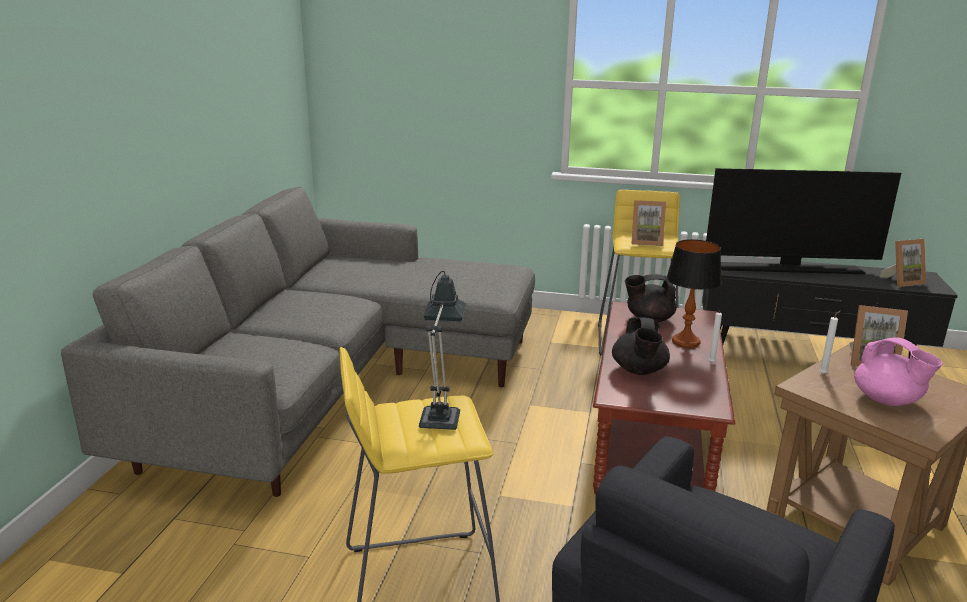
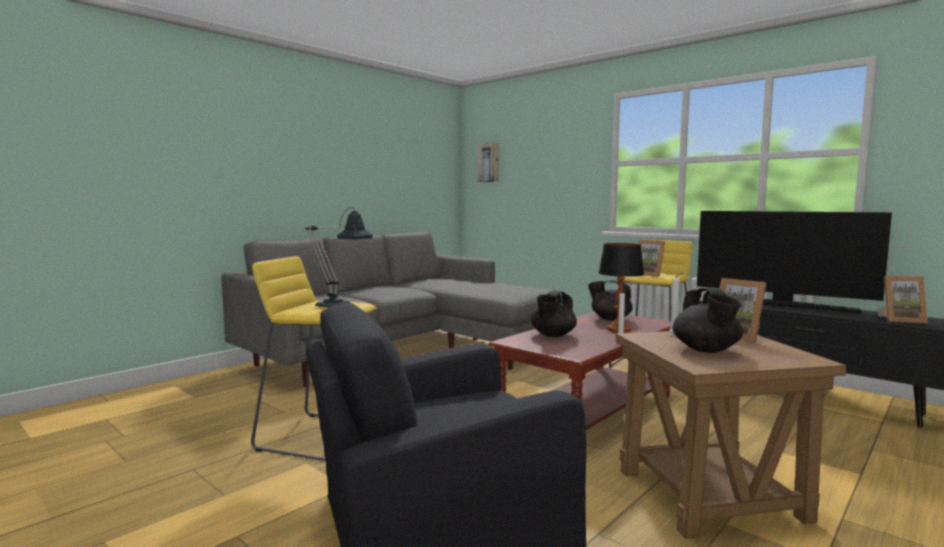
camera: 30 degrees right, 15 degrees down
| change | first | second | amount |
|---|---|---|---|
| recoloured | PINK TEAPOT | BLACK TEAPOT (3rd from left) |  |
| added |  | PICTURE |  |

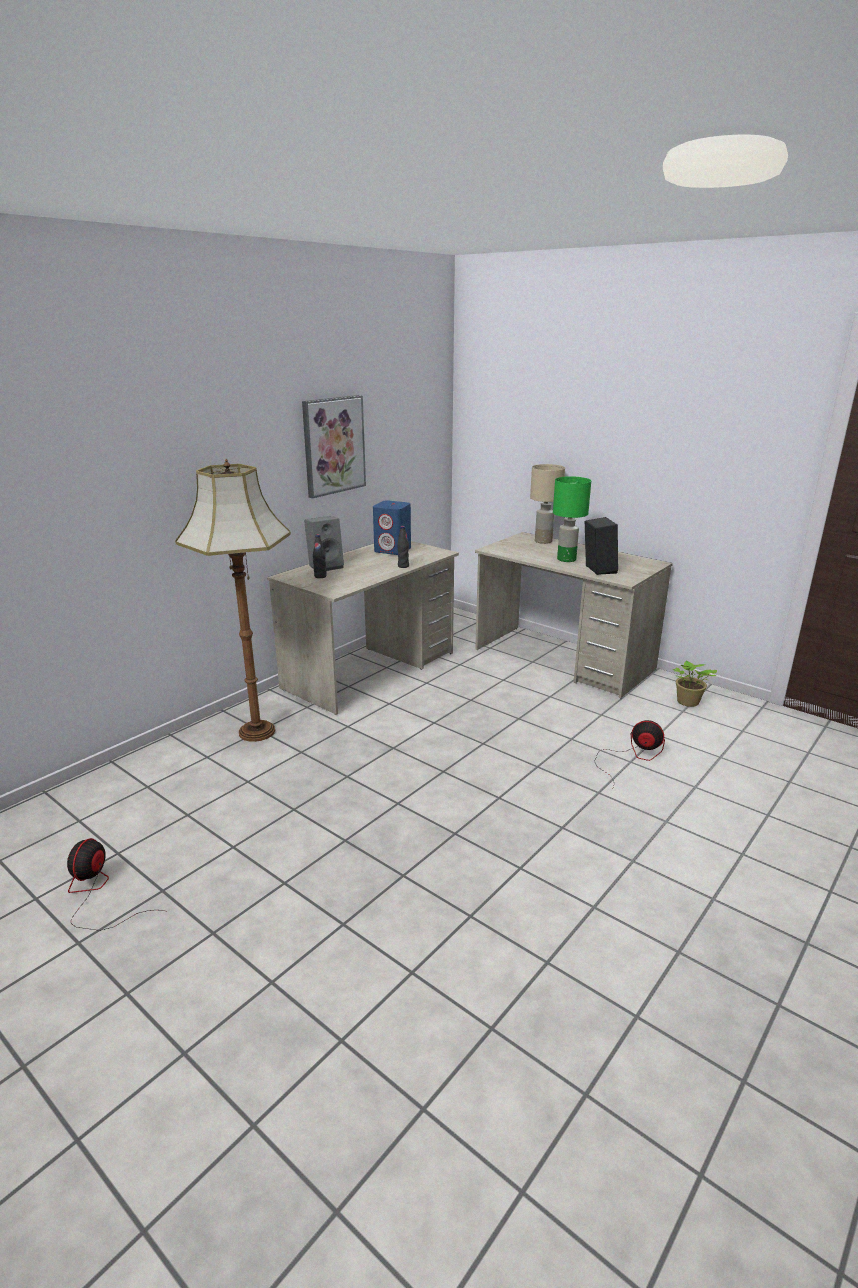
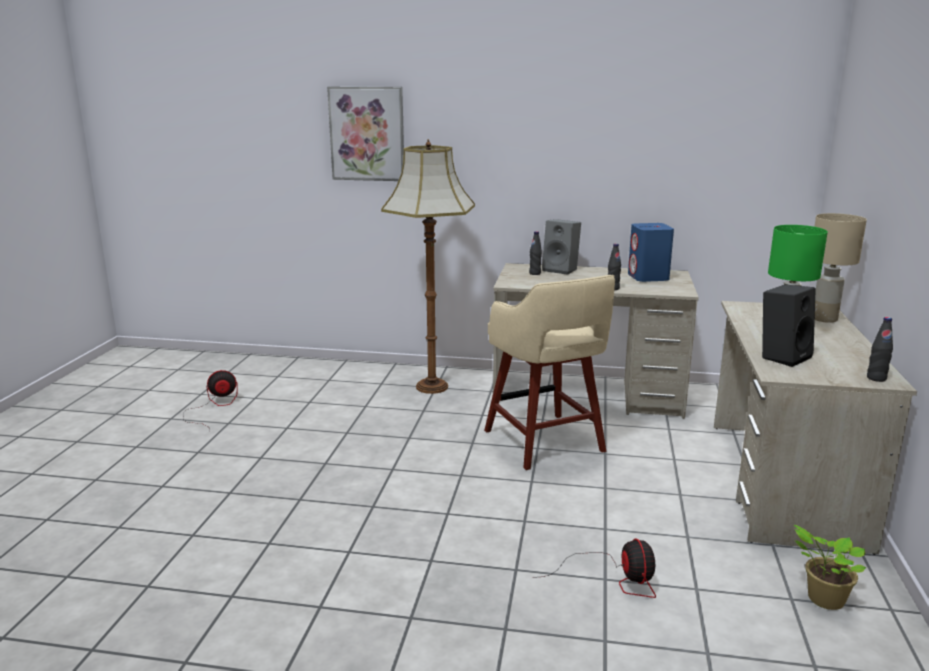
camera: 60 degrees right, 5 degrees down
| change | first | second | amount |
|---|---|---|---|
| moved | PICTURE |  |  |
| added |  | BEIGE STOOL |  |
| added |  | BLACK BOTTLE (3rd from left) |  |

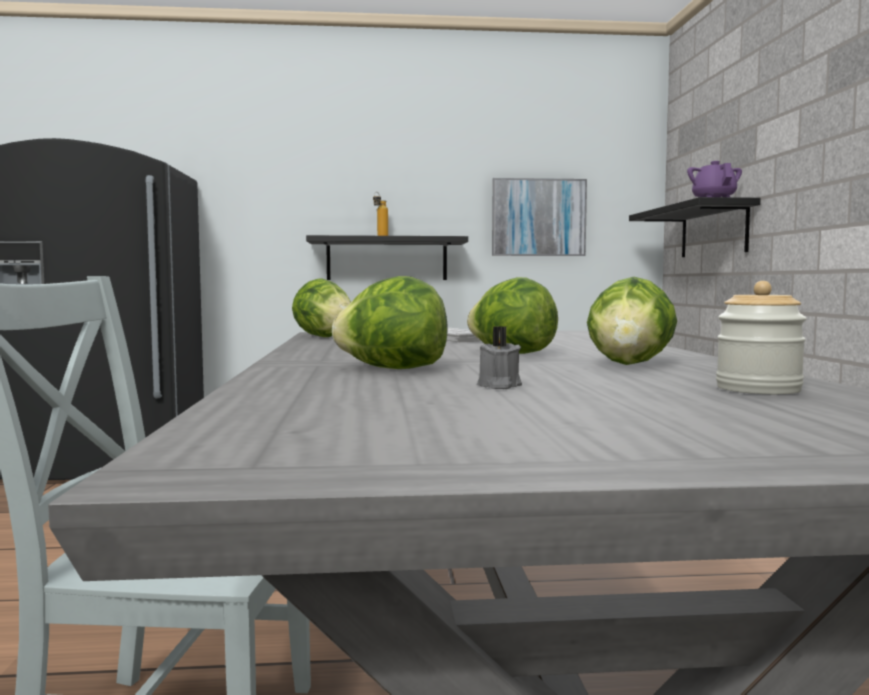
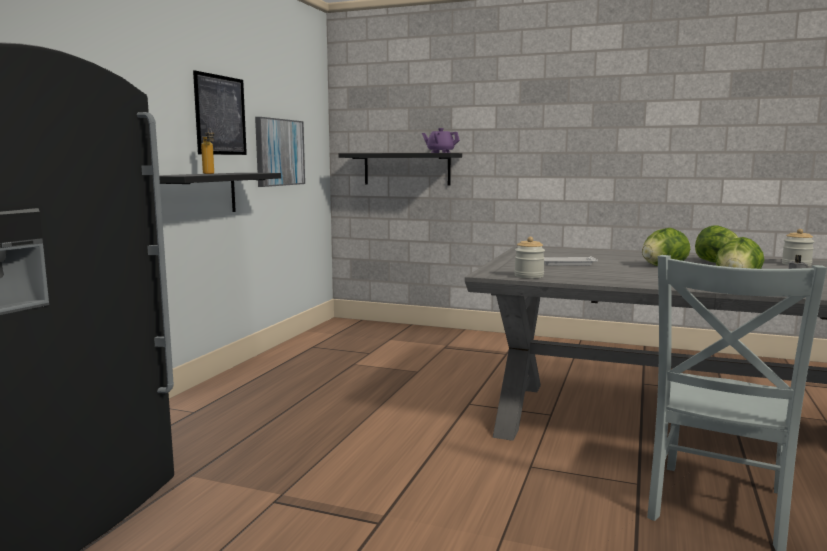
camera: 65 degrees left, 5 degrees up
| change | first | second | amount |
|---|---|---|---|
| replaced | LETTUCE (1st from left) | JAR (1st from left) |  |
| added |  | PICTURE (1st from left) |  |

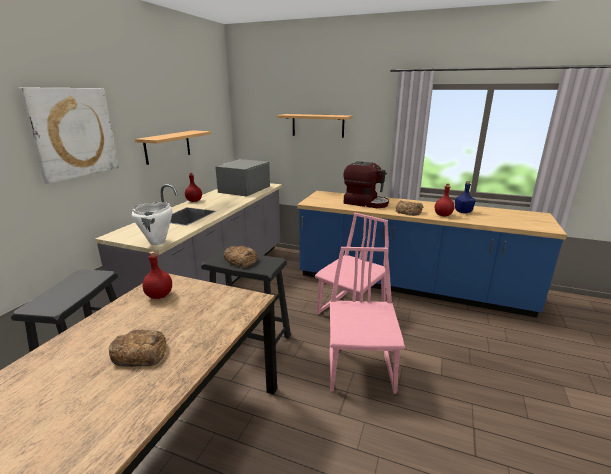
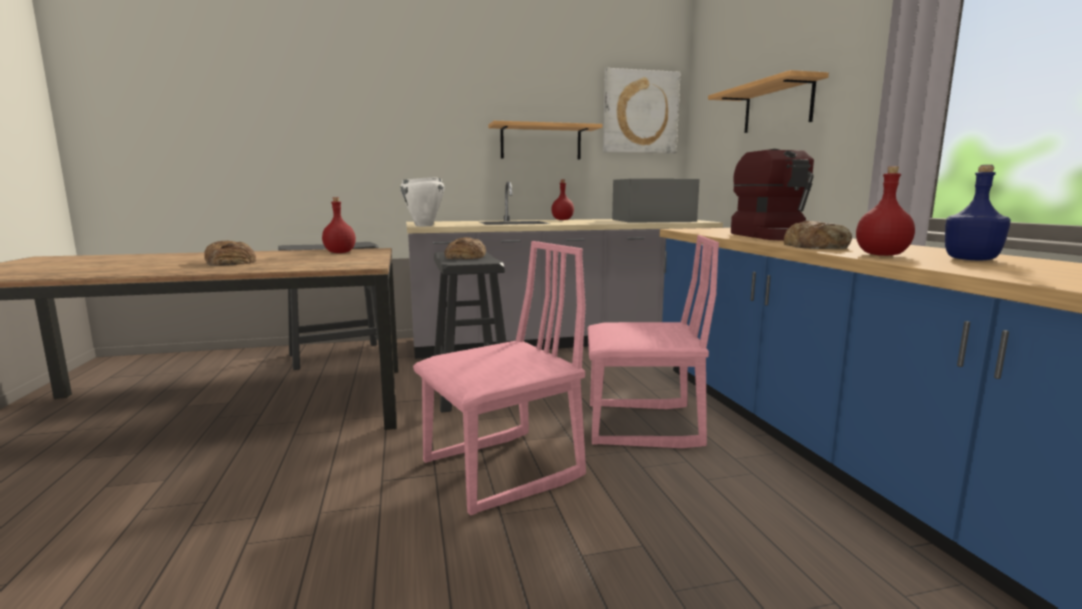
camera: 55 degrees right, 10 degrees down
| change | first | second | amount |
|---|---|---|---|
| moved | PICTURE |  |  |

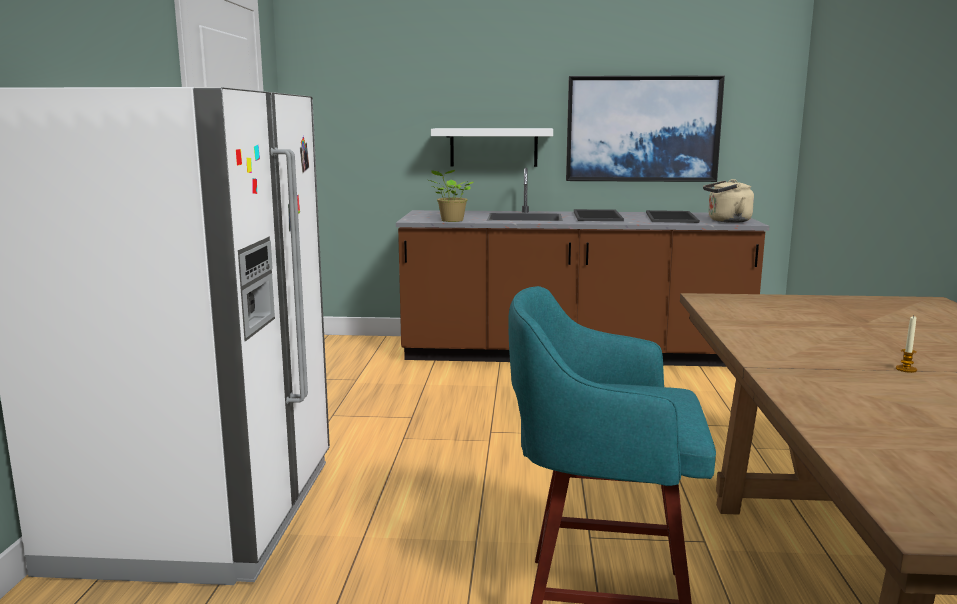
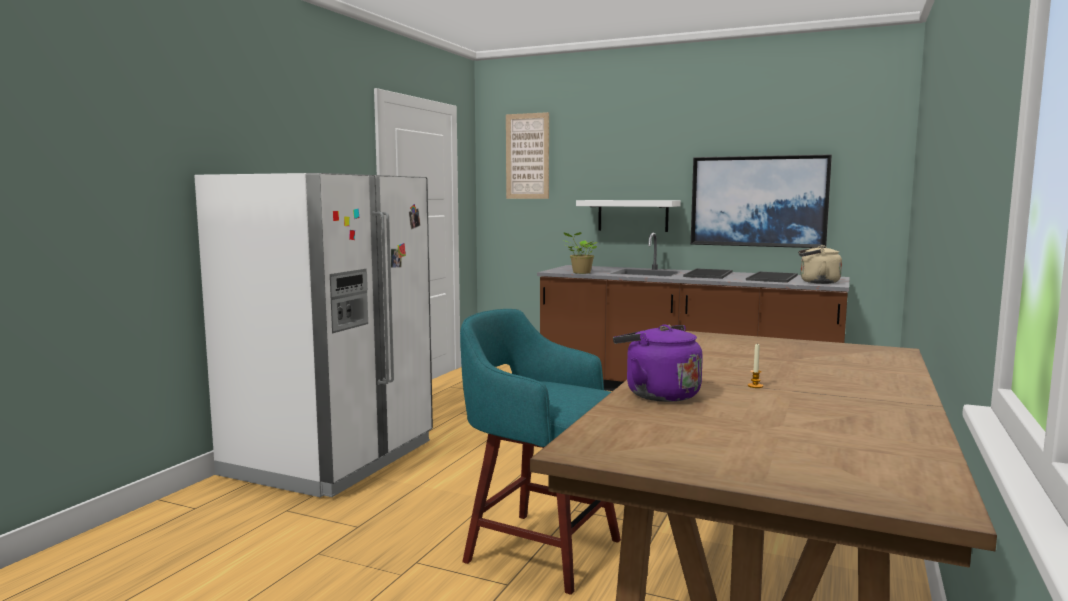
camera: 20 degrees right, 5 degrees down
| change | first | second | amount |
|---|---|---|---|
| added |  | PICTURE (1st from left) |  |
| added |  | PURPLE KETTLE |  |

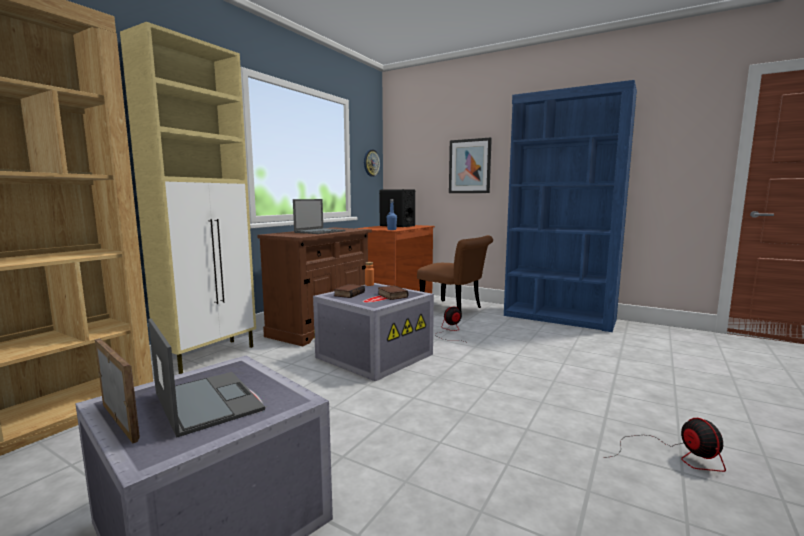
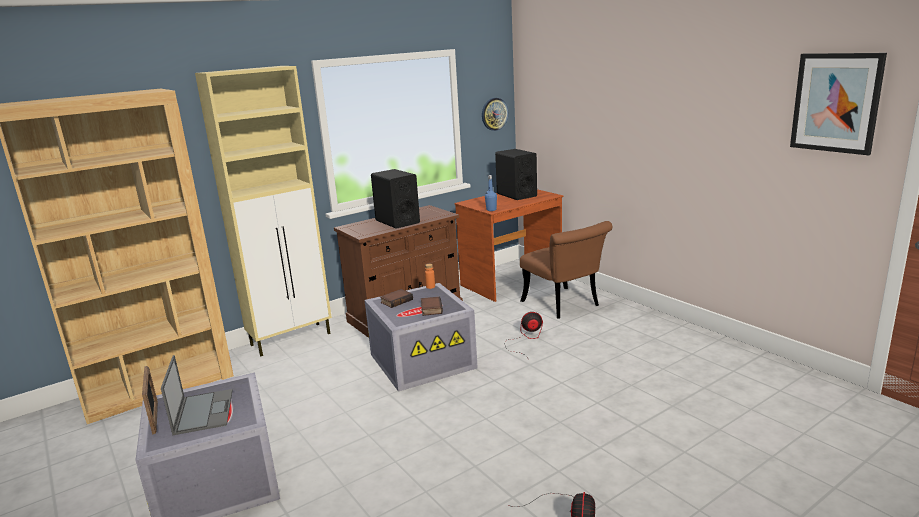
camera: 25 degrees right, 10 degrees up
| change | first | second | amount |
|---|---|---|---|
| replaced | LAPTOP (2nd from left) | BLACK SPEAKER (1st from left) |  |
| moved | PICTURE |  |  |
| removed | BLUE BOOKCASE |  |  |

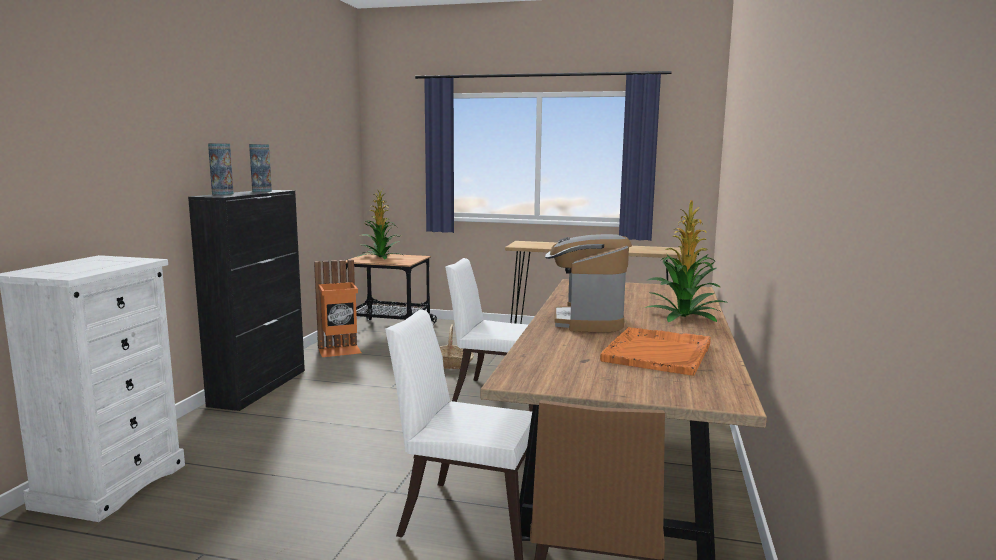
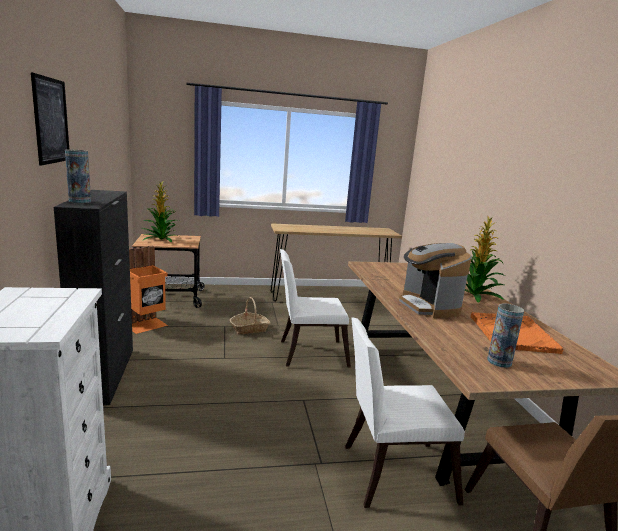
camera: 25 degrees left, 5 degrees up
| change | first | second | amount |
|---|---|---|---|
| moved | VASE (2nd from left) |  |  |
| added |  | PICTURE |  |

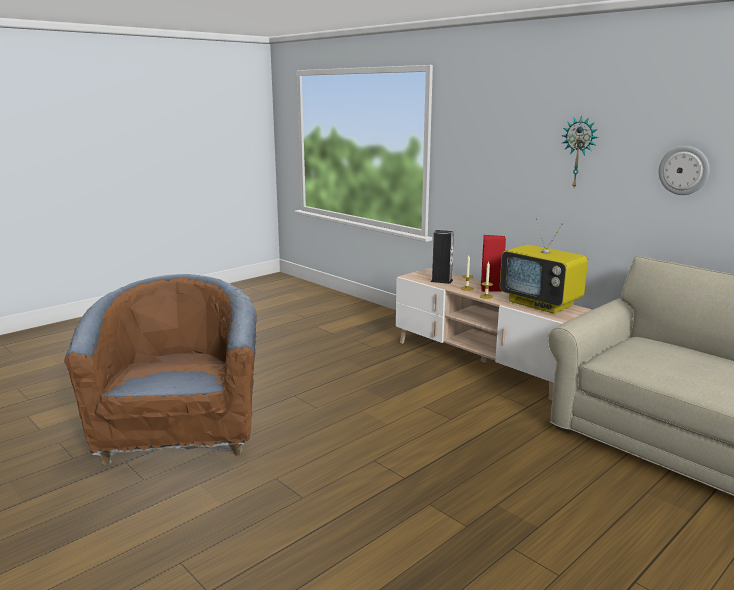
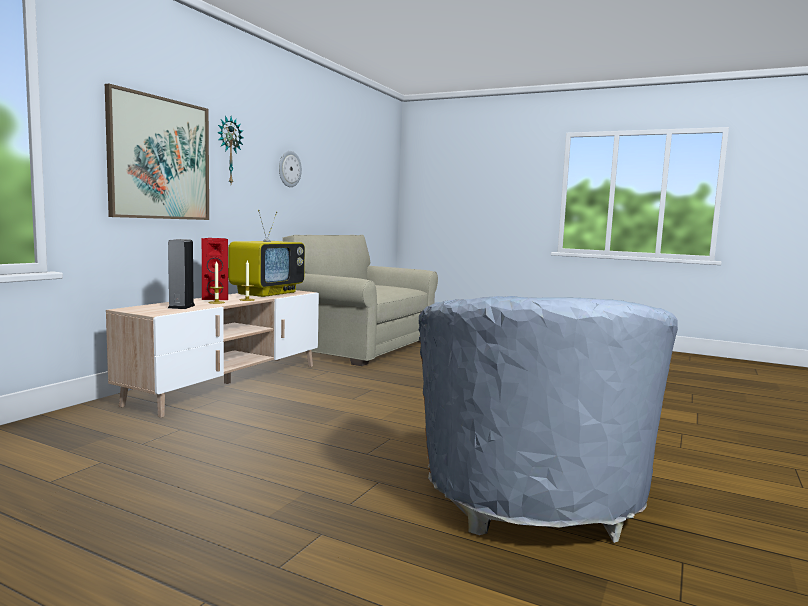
camera: 110 degrees left, 10 degrees down
| change | first | second | amount |
|---|---|---|---|
| turned | BROWN ARMCHAIR |  | 60 degrees counterclockwise |
| added |  | PICTURE |  |

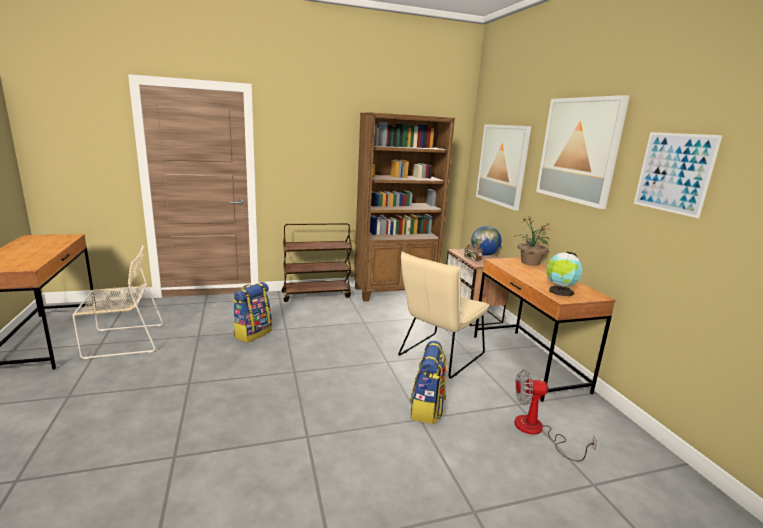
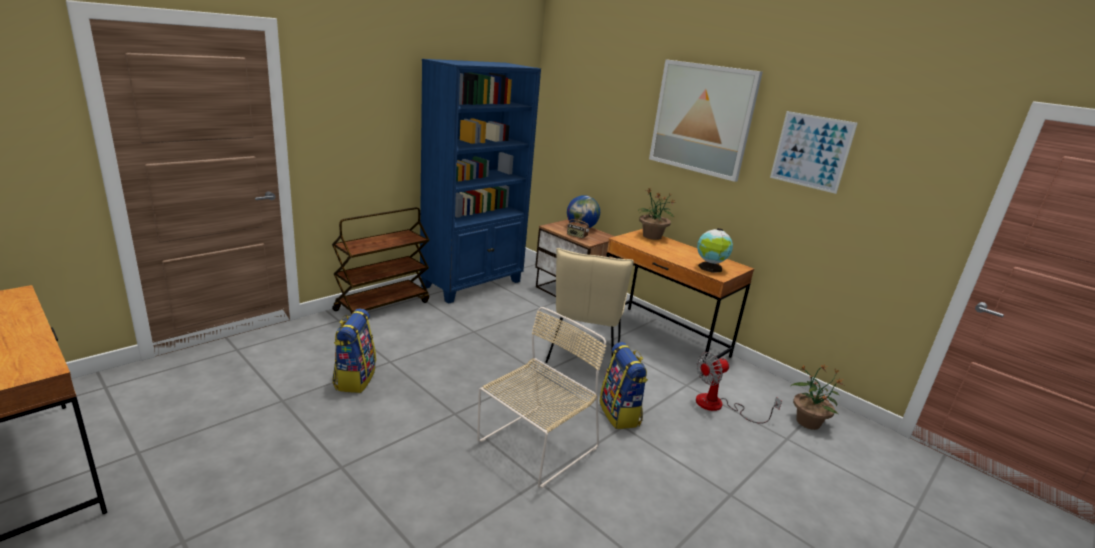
camera: 30 degrees left, 5 degrees up
| change | first | second | amount |
|---|---|---|---|
| moved | BEIGE CHAIR (1st from left) |  |  |
| recoloured | BROWN BOOKCASE | BLUE BOOKCASE |  |
| removed | PICTURE (1st from left) |  |  |
| added |  | POTTED PLANT (2nd from left) |  |

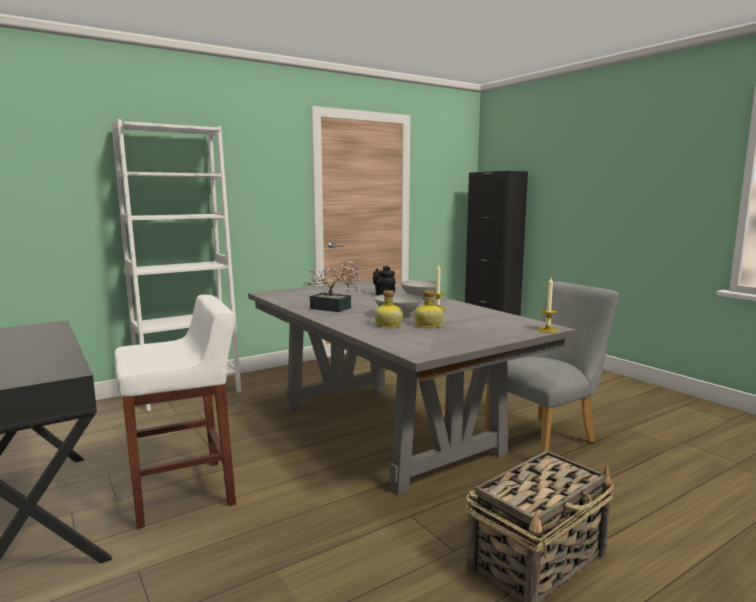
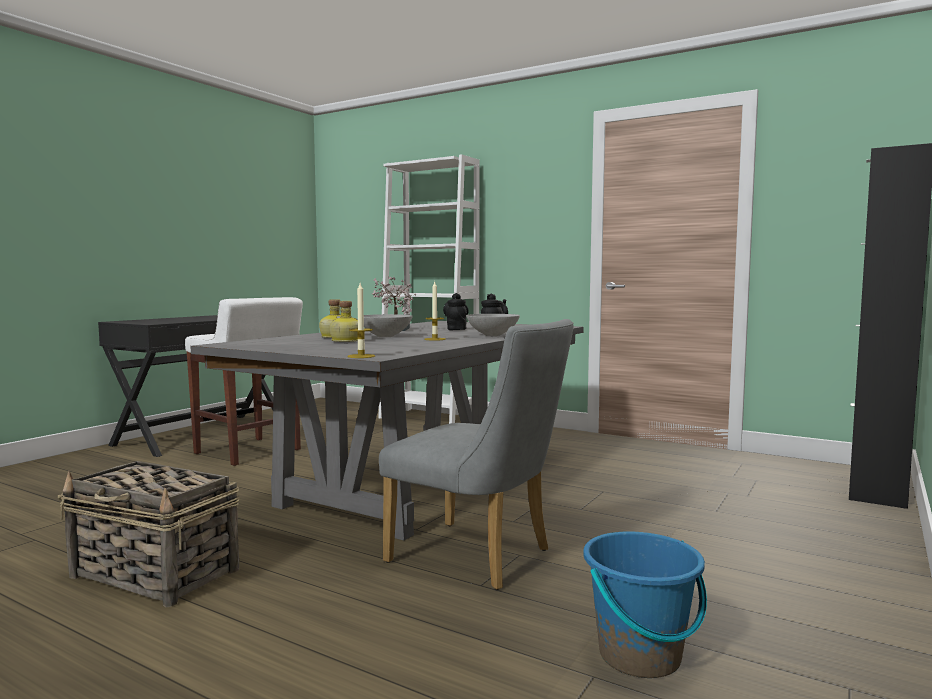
camera: 65 degrees right, 5 degrees down
| change | first | second | amount |
|---|---|---|---|
| added |  | BLACK TEAPOT (1st from left) |  |
| added |  | BLUE BUCKET |  |

